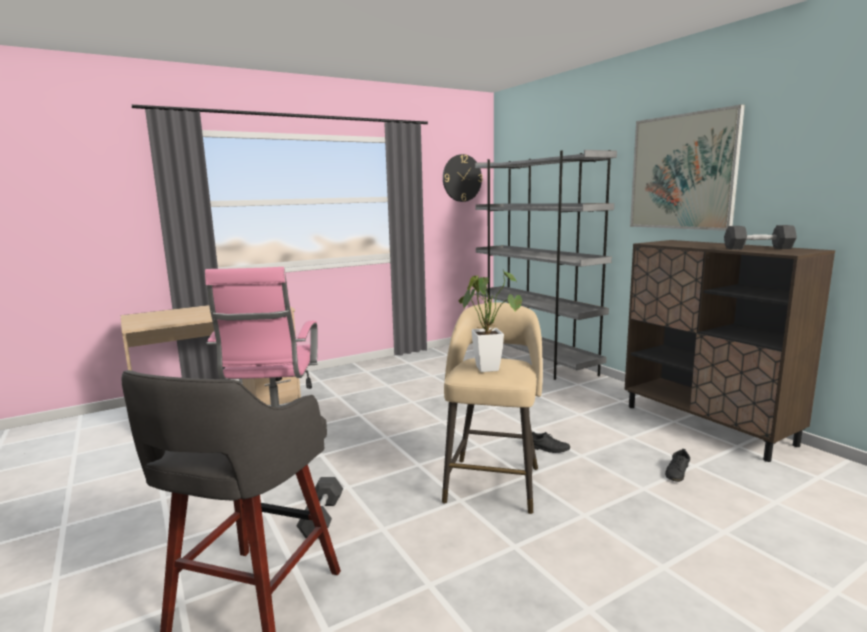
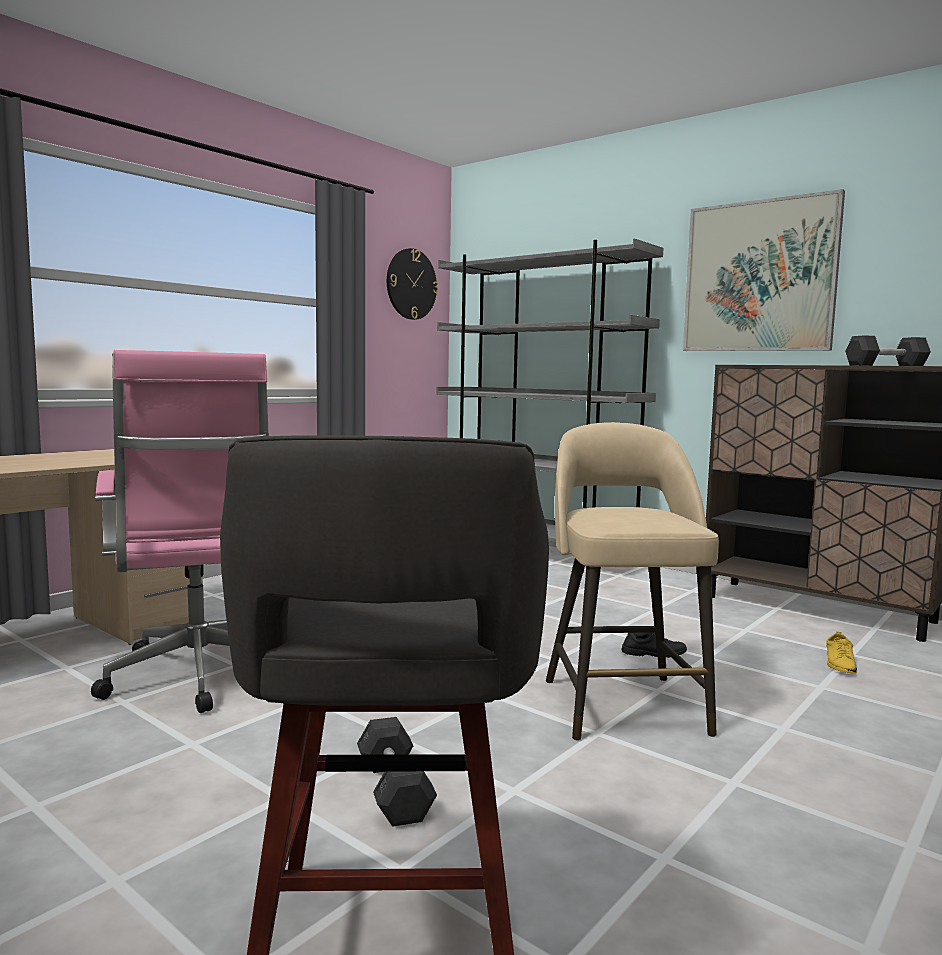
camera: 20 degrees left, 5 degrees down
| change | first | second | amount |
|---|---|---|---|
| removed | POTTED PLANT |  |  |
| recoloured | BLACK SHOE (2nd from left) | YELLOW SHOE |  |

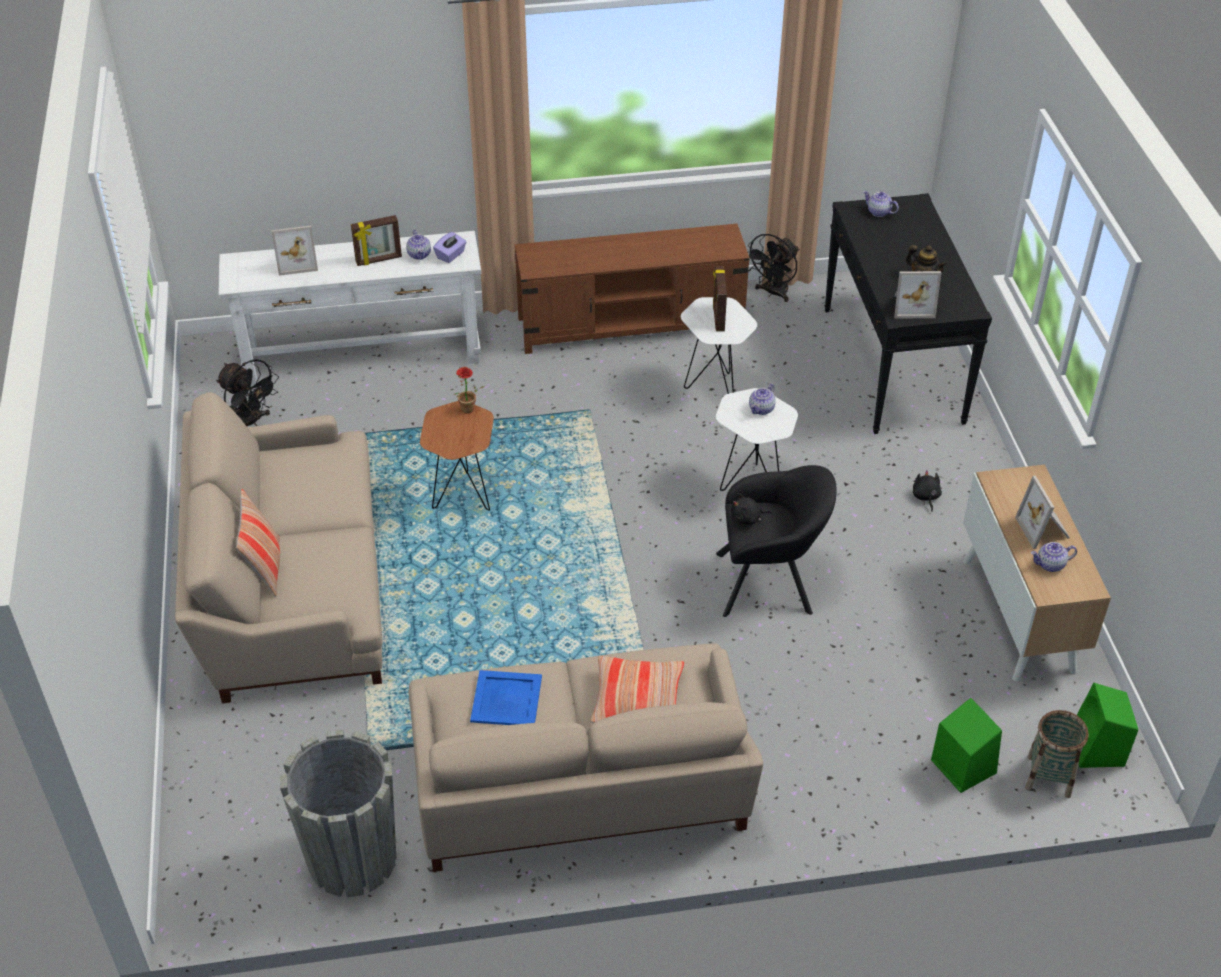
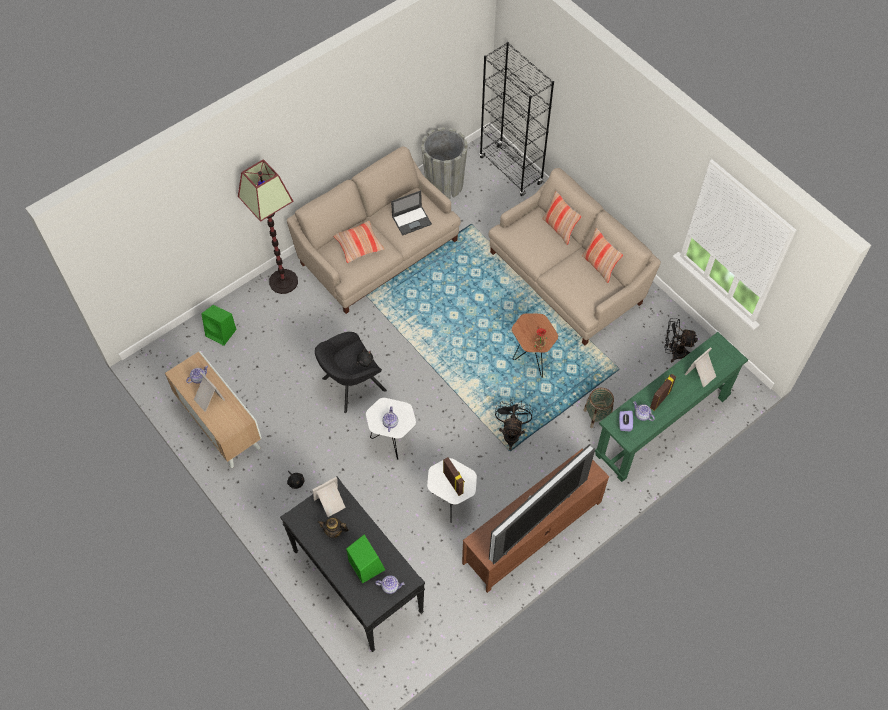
camera: 150 degrees right, 15 degrees up
| change | first | second | amount |
|---|---|---|---|
| recoloured | WHITE CONSOLE TABLE | GREEN CONSOLE TABLE |  |
| replaced | BLUE TRAY | LAPTOP |  |
| moved | BLACK FAN (2nd from left in the first image) | BLACK FAN (1st from left) |  |
| moved | BASKET |  |  |
| moved | GREEN SPEAKER (2nd from left) |  |  |
| added |  | FLOOR LAMP |  |
| added |  | BLACK BOOKCASE |  |
| added |  | TELEVISION |  |
| added |  | PILLOW (3rd from left) |  |

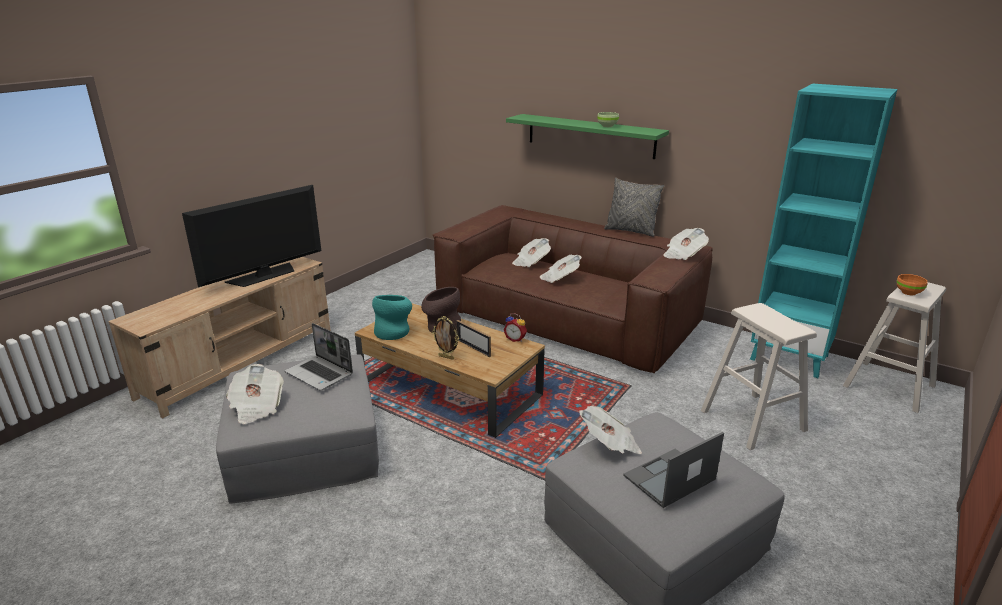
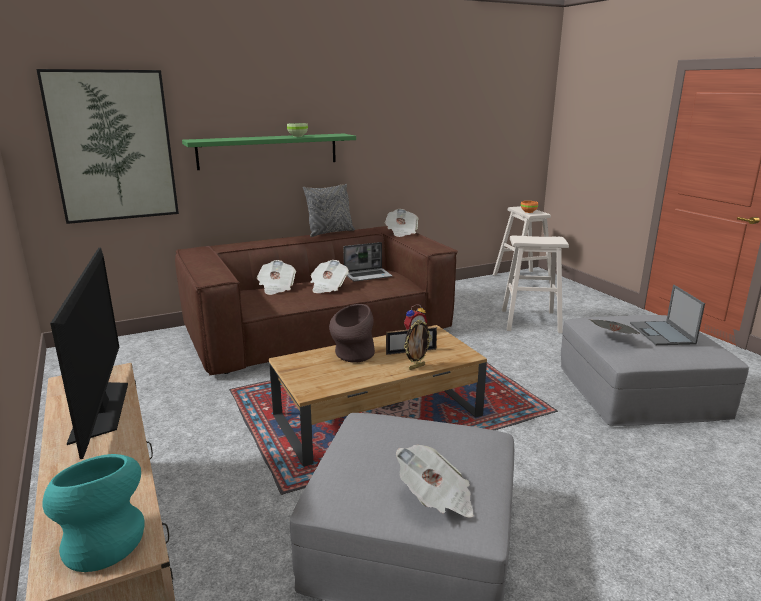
camera: 60 degrees left, 5 degrees down
| change | first | second | amount |
|---|---|---|---|
| moved | LAPTOP (1st from left) |  |  |
| moved | TURQUOISE VASE |  |  |
| removed | TURQUOISE BOOKCASE |  |  |
| added |  | PICTURE |  |

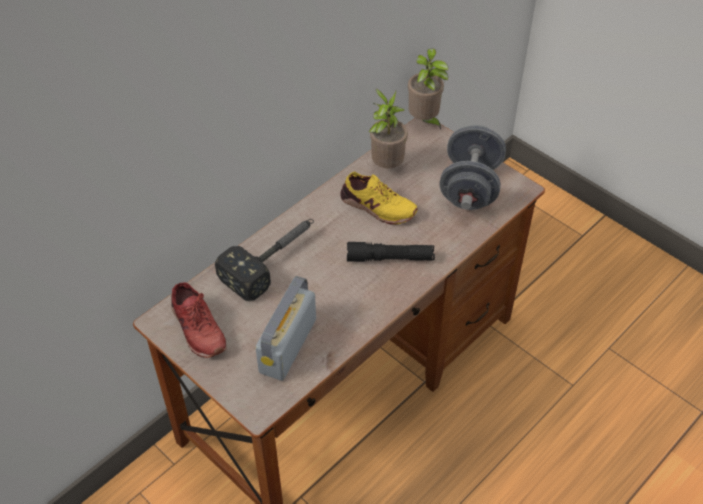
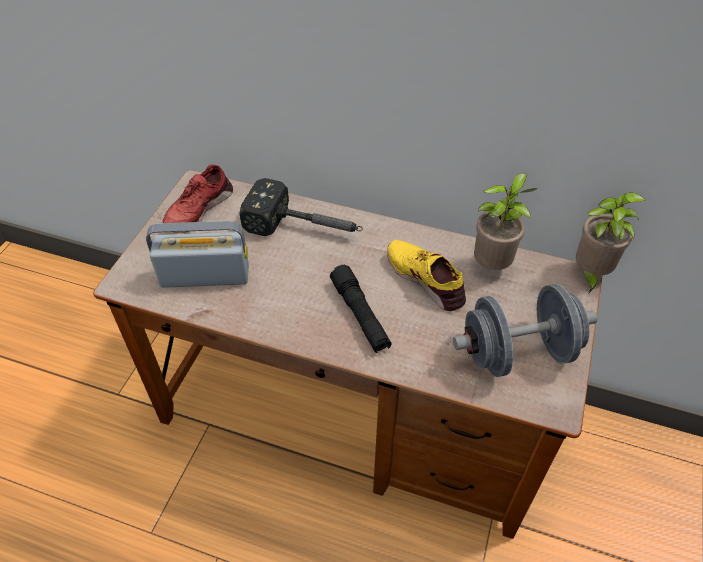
camera: 65 degrees right, 0 degrees up
| change | first | second | amount |
|---|---|---|---|
| turned | YELLOW SHOE |  | 135 degrees clockwise |

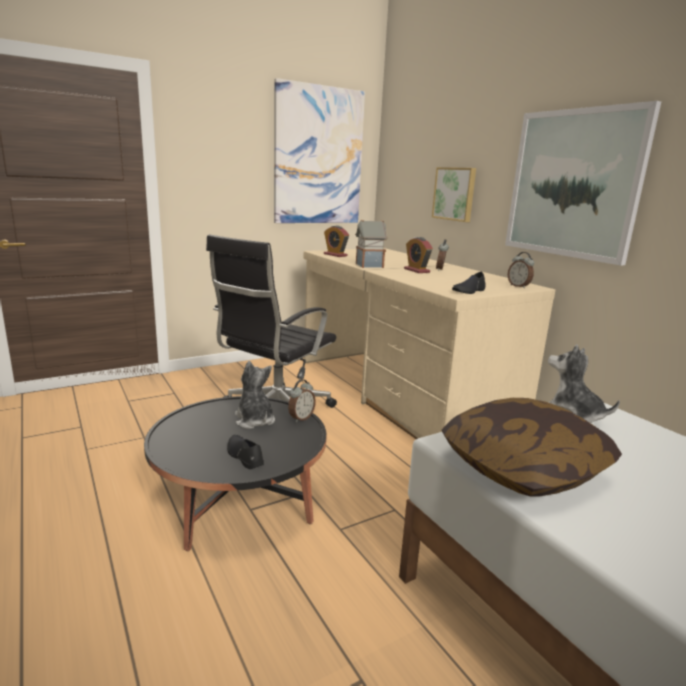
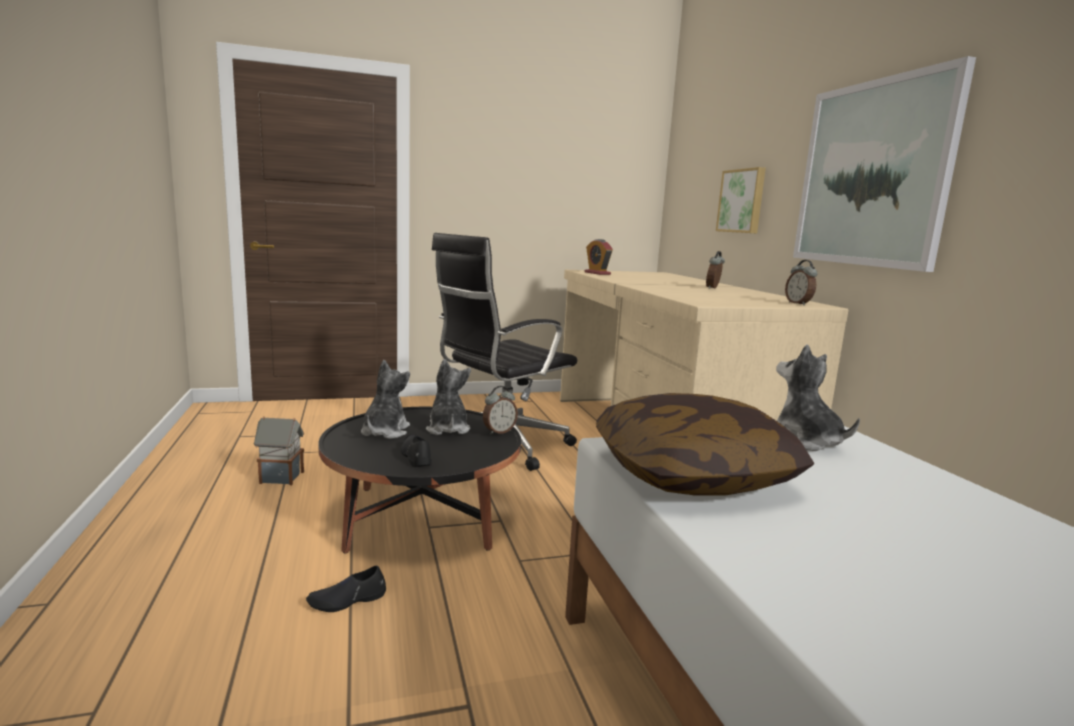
camera: 15 degrees right, 5 degrees down
| change | first | second | amount |
|---|---|---|---|
| removed | PICTURE (1st from left) |  |  |
| moved | TOY HOUSE |  |  |
| removed | ALARM CLOCK (3rd from left) |  |  |
| moved | BLACK SHOE (2nd from left in the first image) | BLACK SHOE (1st from left) |  |
| added |  | PLUSH TOY (1st from left) |  |

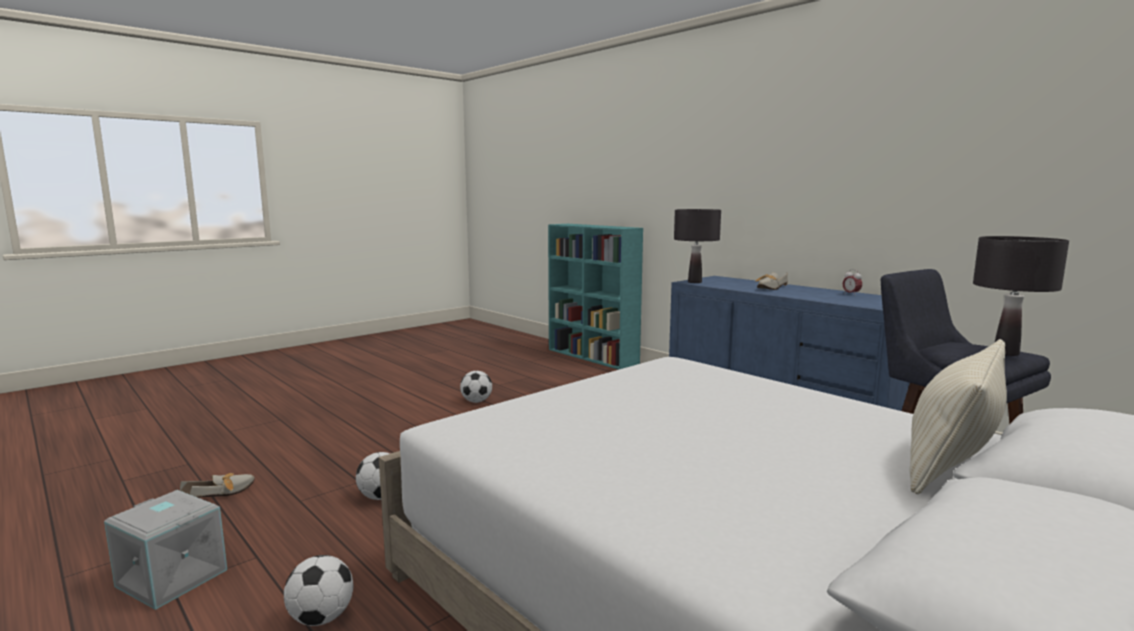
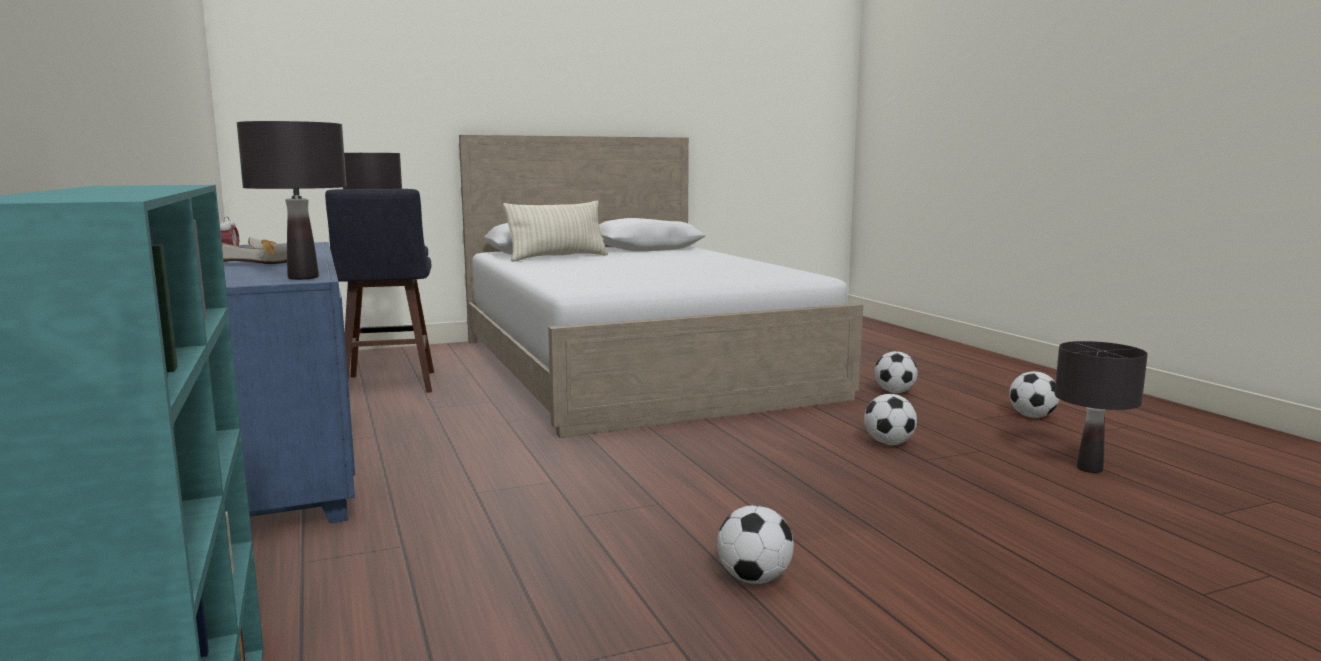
camera: 160 degrees left, 0 degrees up
| change | first | second | amount |
|---|---|---|---|
| replaced | GREY STORAGE BOX | FOOTBALL (4th from left) |  |
| replaced | SHOE (1st from left) | BLACK TABLE LAMP (3rd from left) |  |

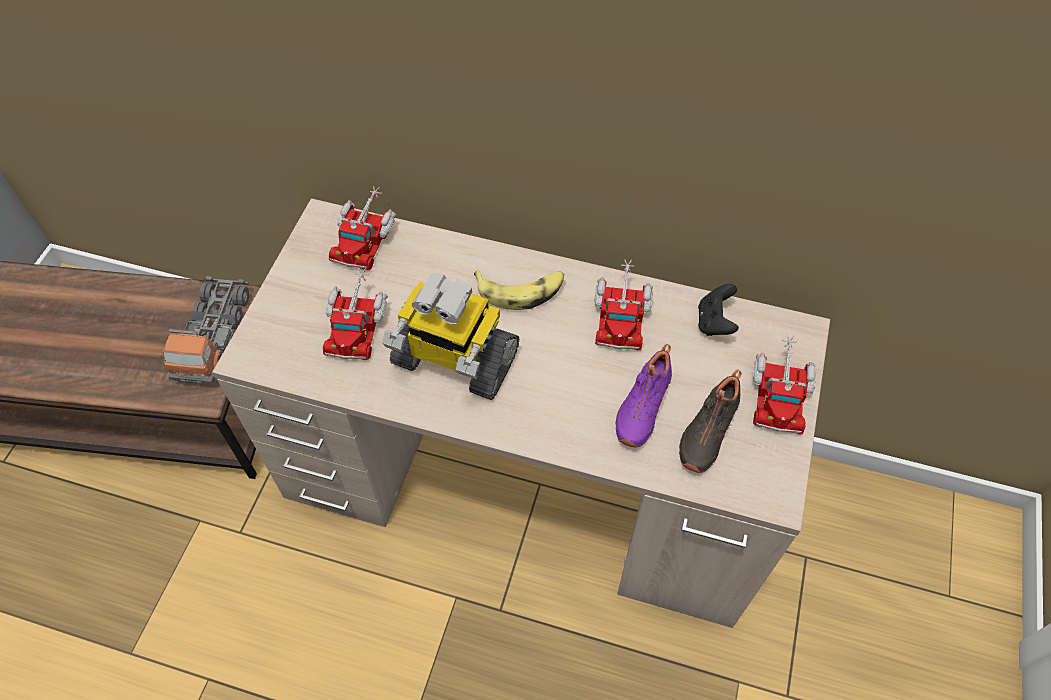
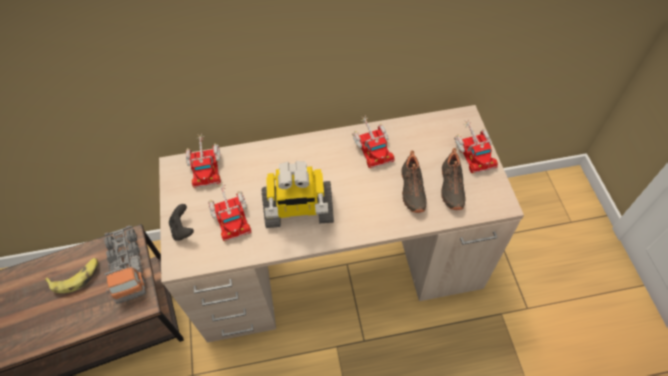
camera: 25 degrees left, 0 degrees up
| change | first | second | amount |
|---|---|---|---|
| moved | BANANA |  |  |
| recoloured | PURPLE SHOE | BLACK SHOE (1st from left) |  |
| moved | BLACK GAME CONTROLLER |  |  |

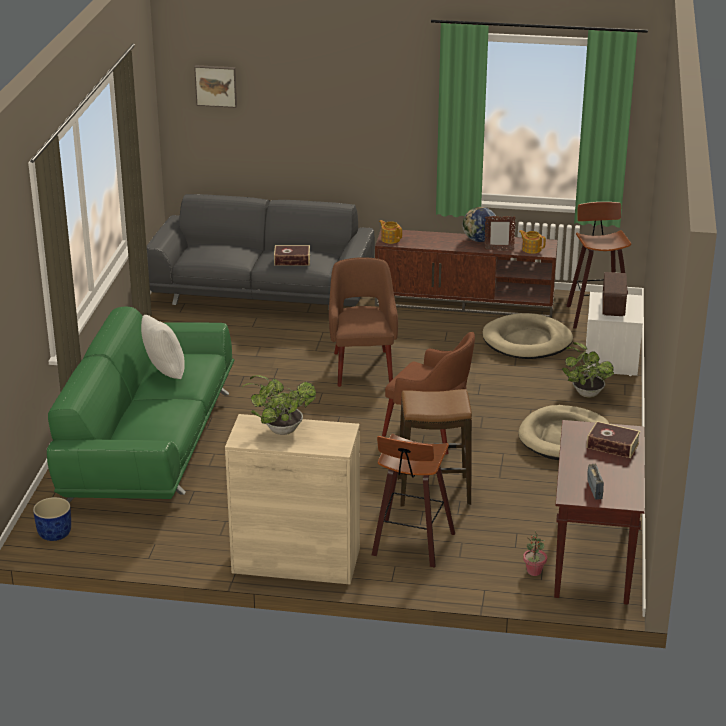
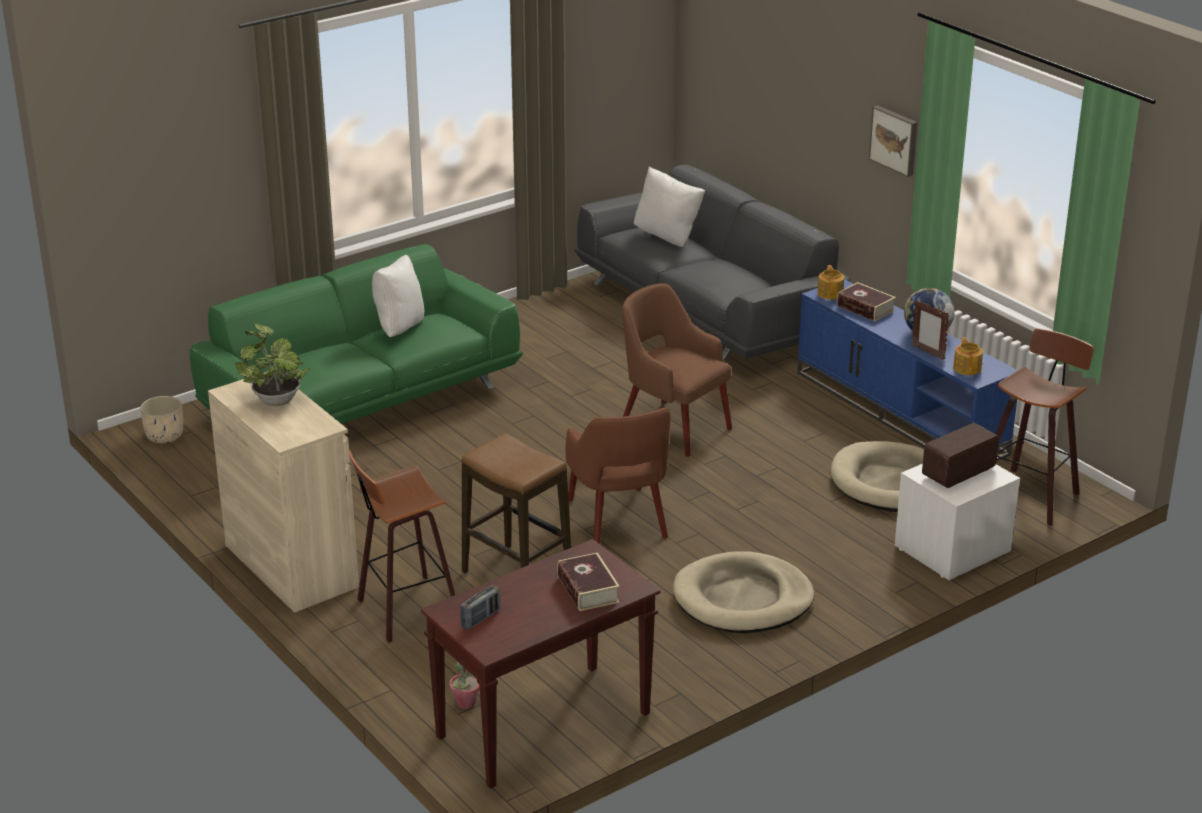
camera: 45 degrees right, 0 degrees up
| change | first | second | amount |
|---|---|---|---|
| recoloured | BLUE PLANTER | BEIGE PLANTER |  |
| moved | PICTURE |  |  |
| moved | BOOK (1st from left in the first image) | BOOK (2nd from left) |  |
| turned | BROWN ARMCHAIR (1st from left in the first image) | BROWN ARMCHAIR (2nd from left) | 90 degrees counterclockwise |
| recoloured | BROWN TV STAND | BLUE TV STAND |  |
| removed | POTTED PLANT (3rd from left) |  |  |
| added |  | WHITE PILLOW (2nd from left) |  |

